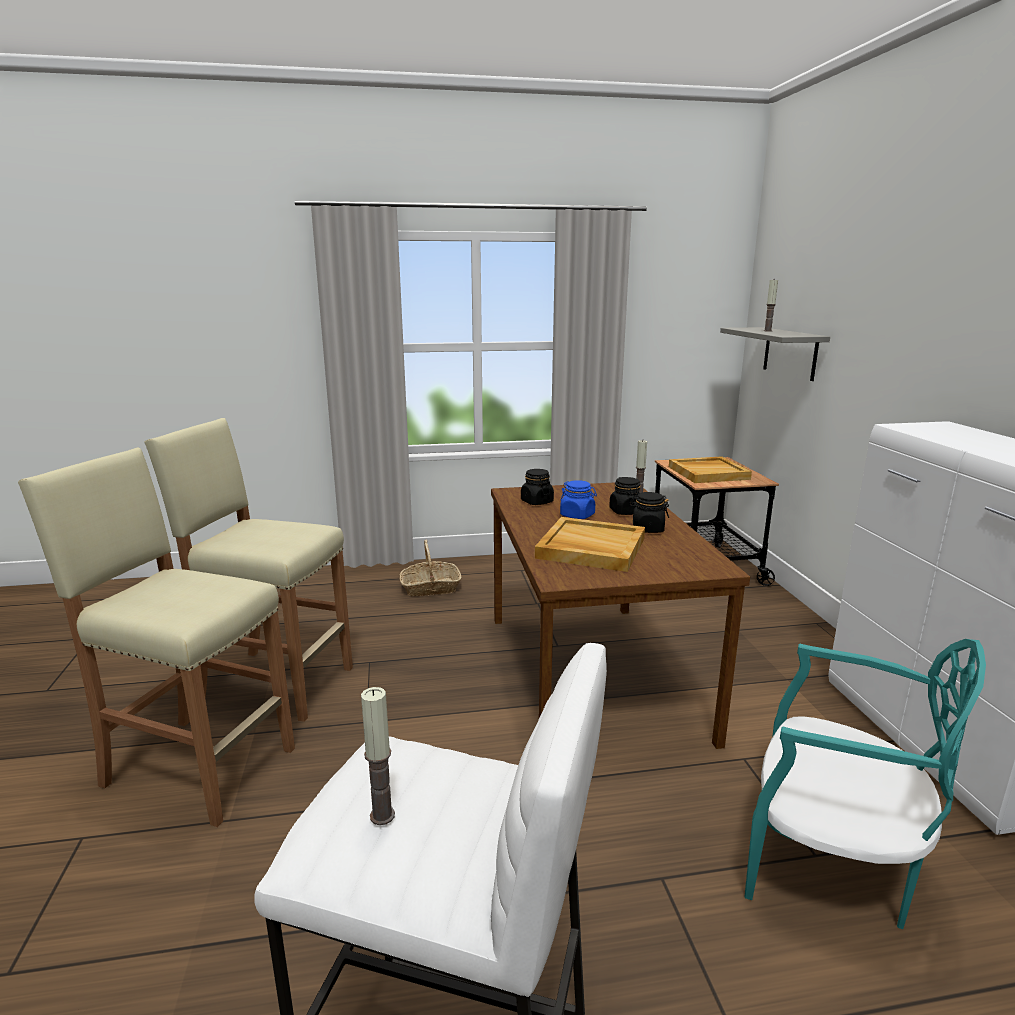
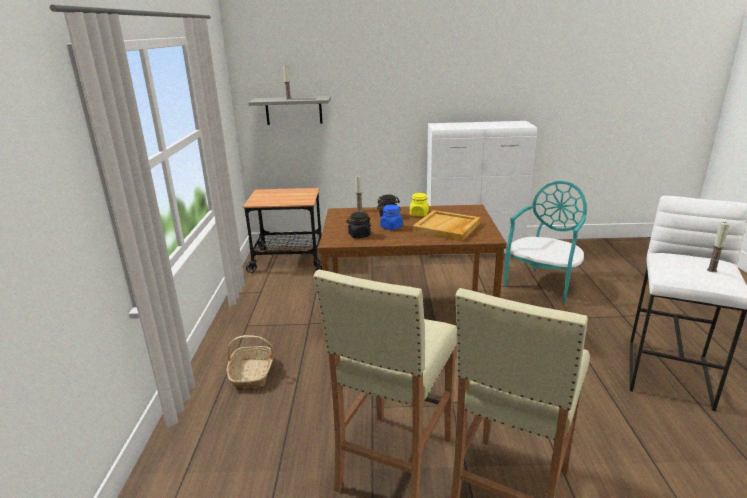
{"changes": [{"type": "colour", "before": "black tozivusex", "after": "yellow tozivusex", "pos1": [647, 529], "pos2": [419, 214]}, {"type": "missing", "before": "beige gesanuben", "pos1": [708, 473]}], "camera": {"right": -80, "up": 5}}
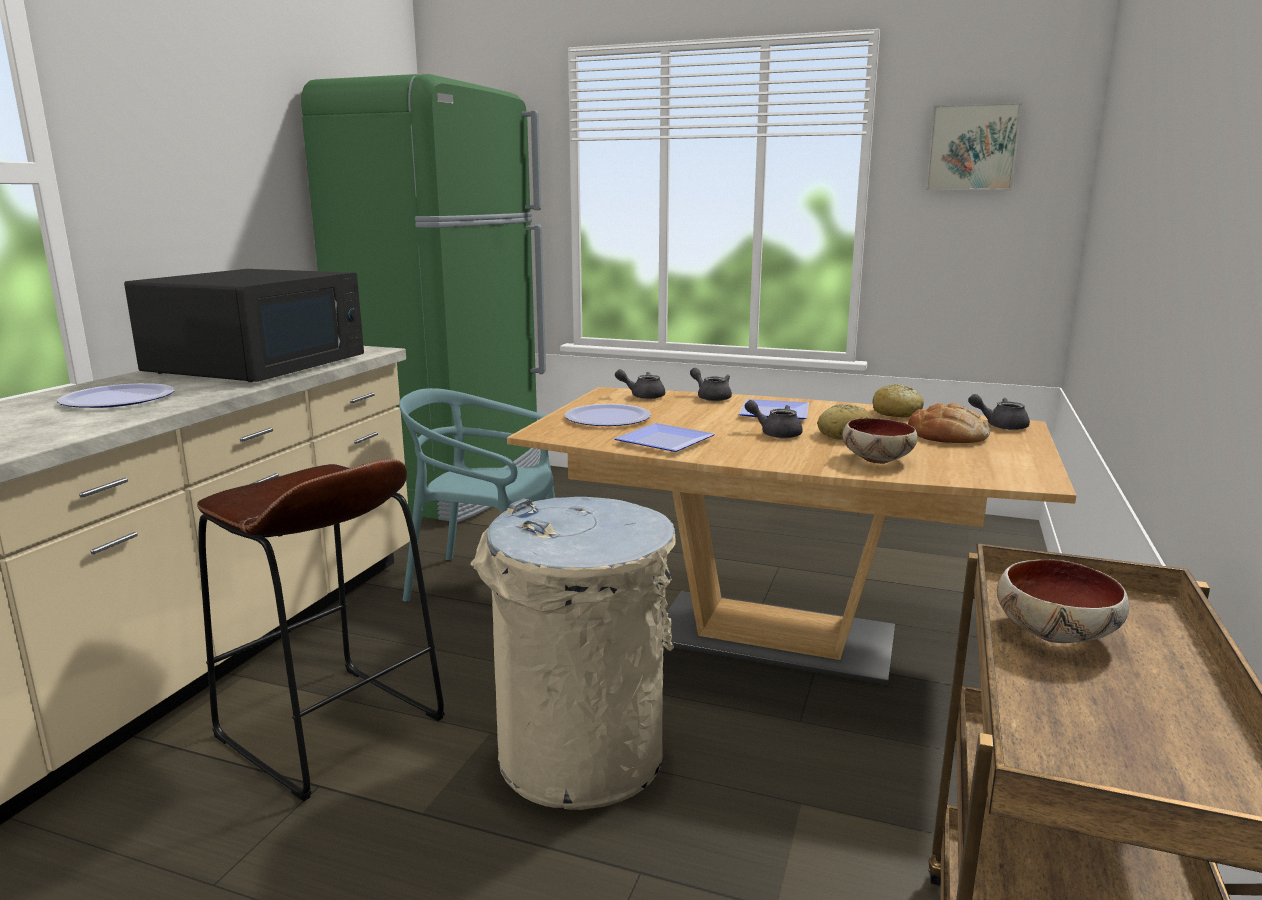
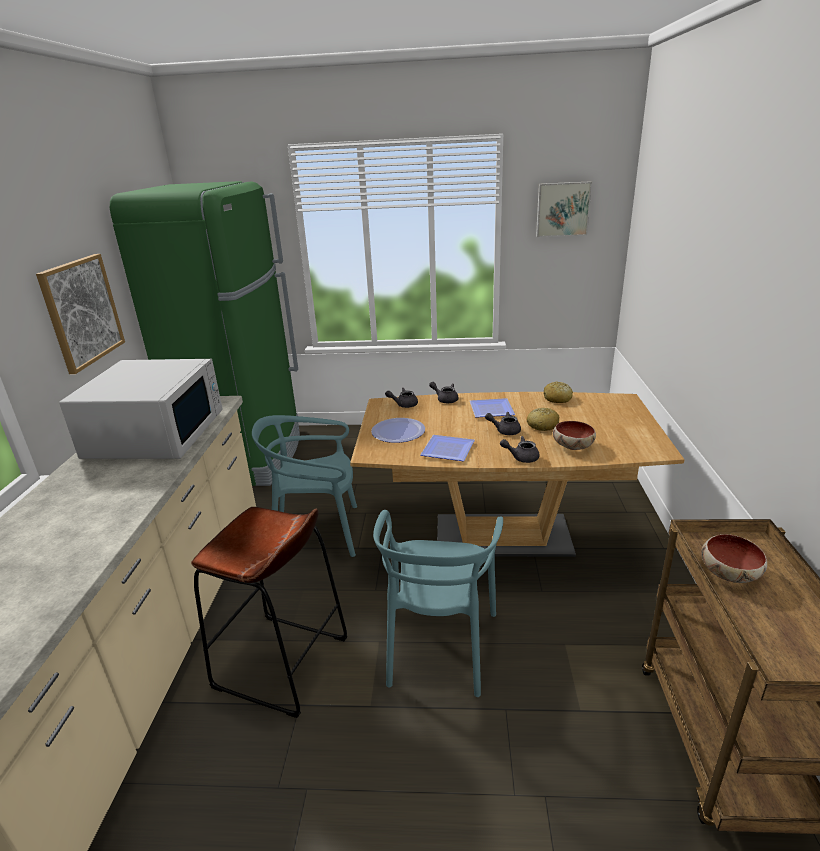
{"changes": [{"type": "appeared", "after": "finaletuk", "pos2": [82, 311]}, {"type": "colour", "before": "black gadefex", "after": "white gadefex", "pos1": [259, 365], "pos2": [157, 434]}, {"type": "exchanged", "before": "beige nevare", "after": "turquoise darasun", "pos1": [581, 758], "pos2": [439, 645]}, {"type": "relocated", "before": "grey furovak", "pos1": [1000, 426], "pos2": [521, 457]}, {"type": "missing", "before": "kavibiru", "pos1": [117, 399]}, {"type": "missing", "before": "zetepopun", "pos1": [948, 435]}], "camera": {"right": -15, "up": 10}}
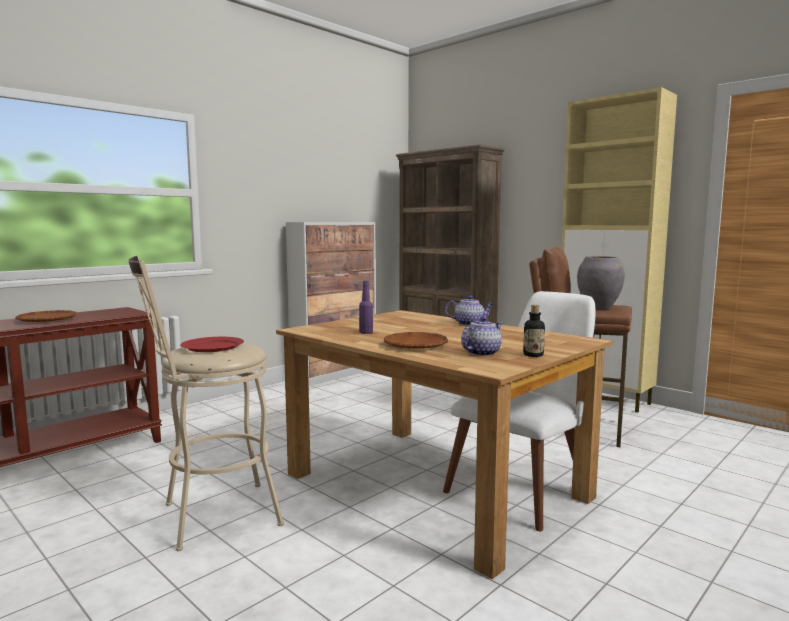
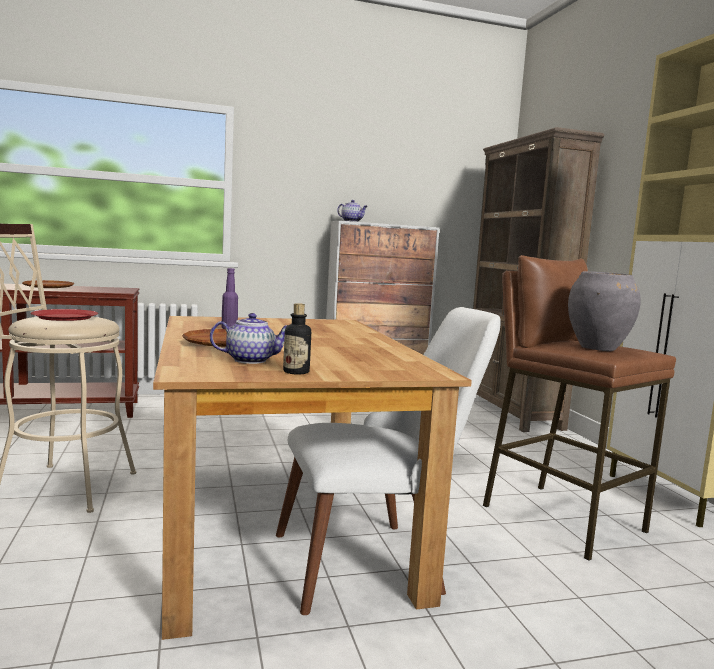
{"changes": [{"type": "relocated", "before": "furovak", "pos1": [469, 323], "pos2": [352, 221]}], "camera": {"right": 30, "up": 0}}
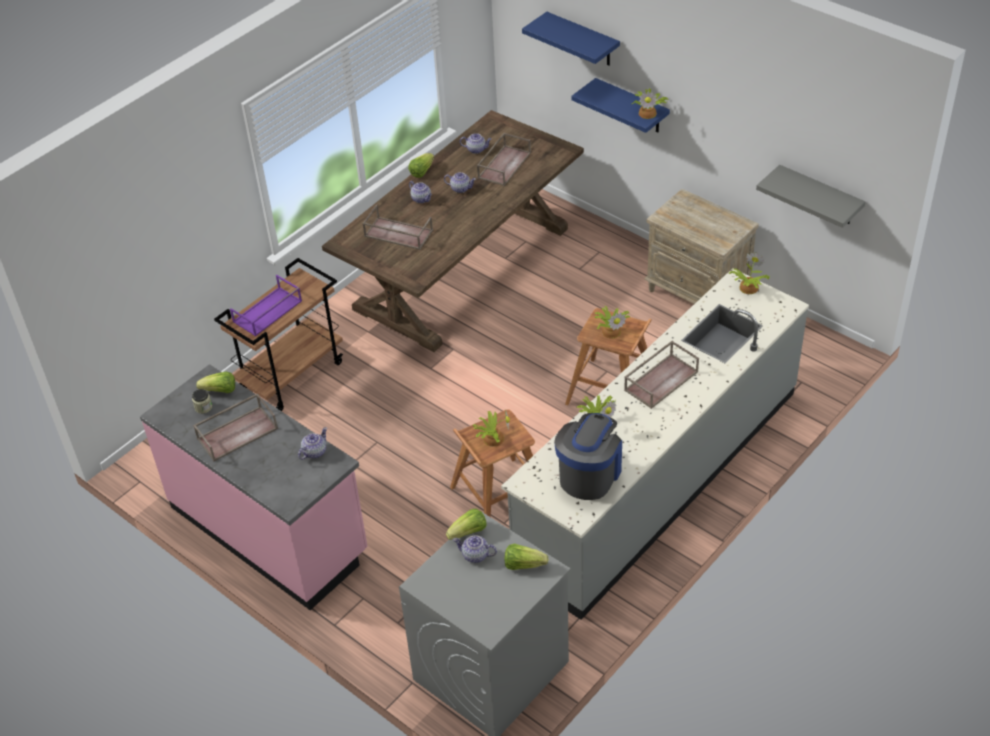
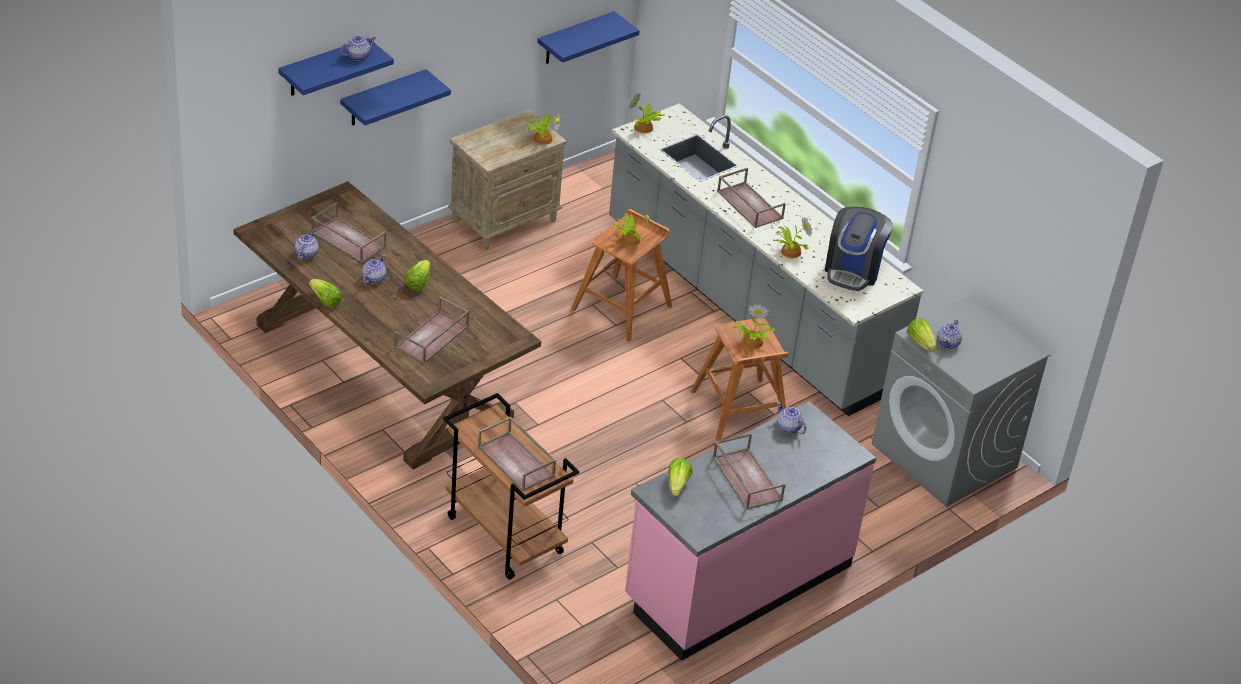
{"changes": [{"type": "relocated", "before": "furovak", "pos1": [421, 199], "pos2": [358, 56]}, {"type": "relocated", "before": "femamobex", "pos1": [523, 564], "pos2": [418, 283]}, {"type": "colour", "before": "purple gesanuben", "after": "brown gesanuben", "pos1": [267, 312], "pos2": [517, 461]}, {"type": "relocated", "before": "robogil", "pos1": [648, 112], "pos2": [542, 138]}, {"type": "colour", "before": "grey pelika", "after": "blue pelika", "pos1": [819, 196], "pos2": [575, 38]}, {"type": "spun", "before": "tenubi", "pos1": [589, 473], "pos2": [853, 270], "turn": -105}, {"type": "missing", "before": "tozivusex", "pos1": [203, 407]}], "camera": {"right": -85, "up": -5}}
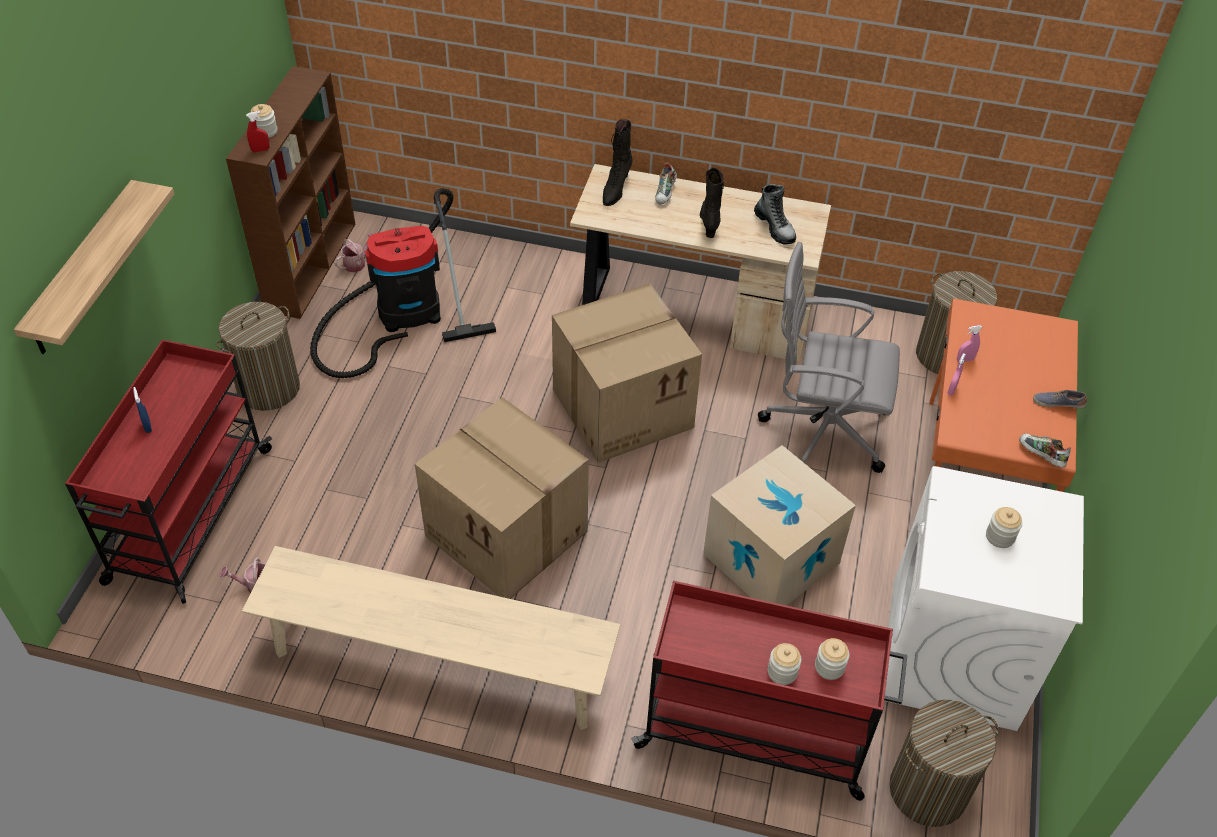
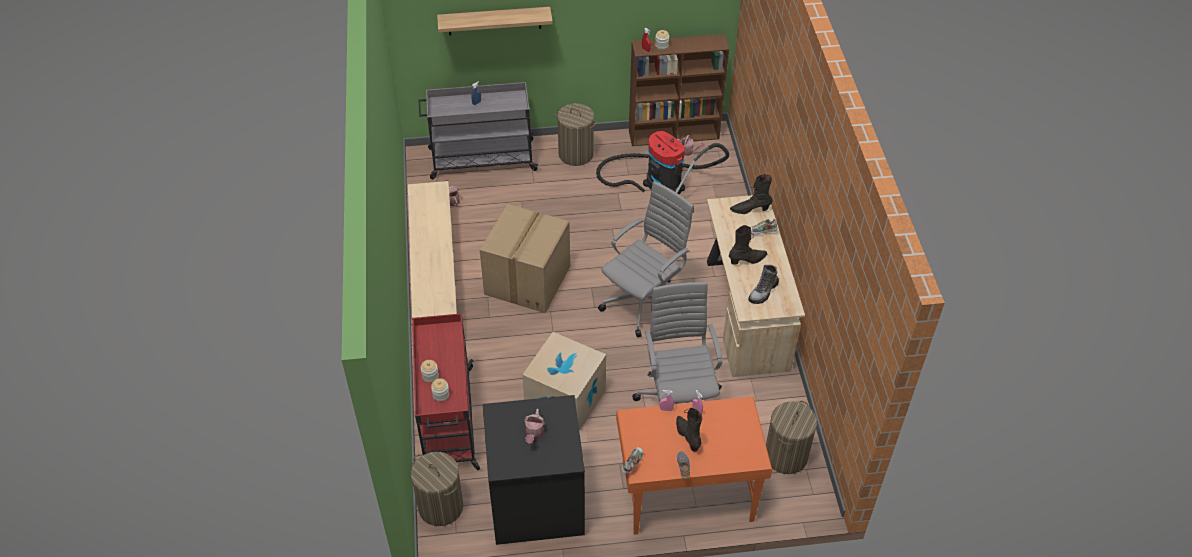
{"changes": [{"type": "colour", "before": "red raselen", "after": "grey raselen", "pos1": [189, 516], "pos2": [481, 160]}, {"type": "colour", "before": "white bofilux", "after": "black bofilux", "pos1": [953, 655], "pos2": [535, 503]}, {"type": "exchanged", "before": "tozivusex", "after": "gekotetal", "pos1": [1000, 536], "pos2": [534, 434]}, {"type": "exchanged", "before": "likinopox", "after": "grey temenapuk", "pos1": [623, 406], "pos2": [644, 301]}, {"type": "appeared", "after": "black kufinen", "pos2": [688, 436]}], "camera": {"right": 70, "up": 0}}
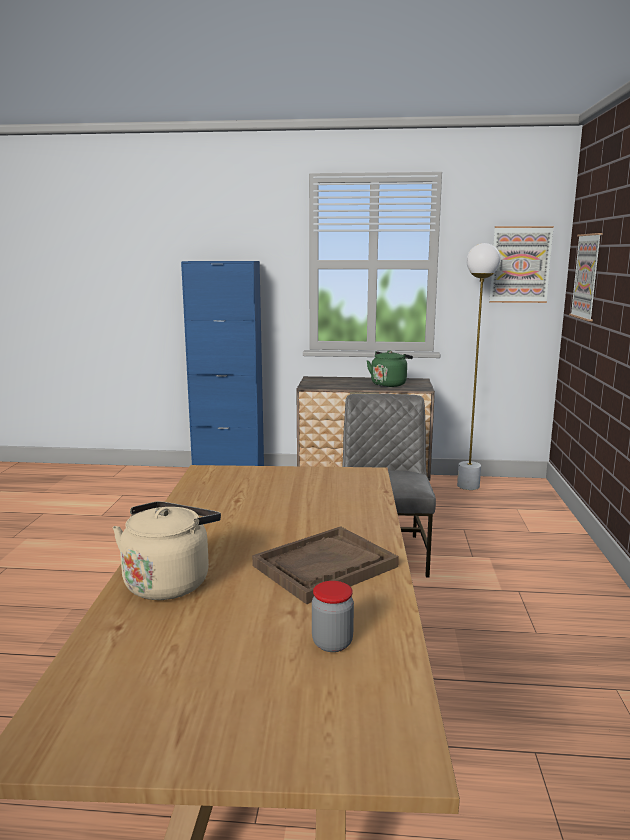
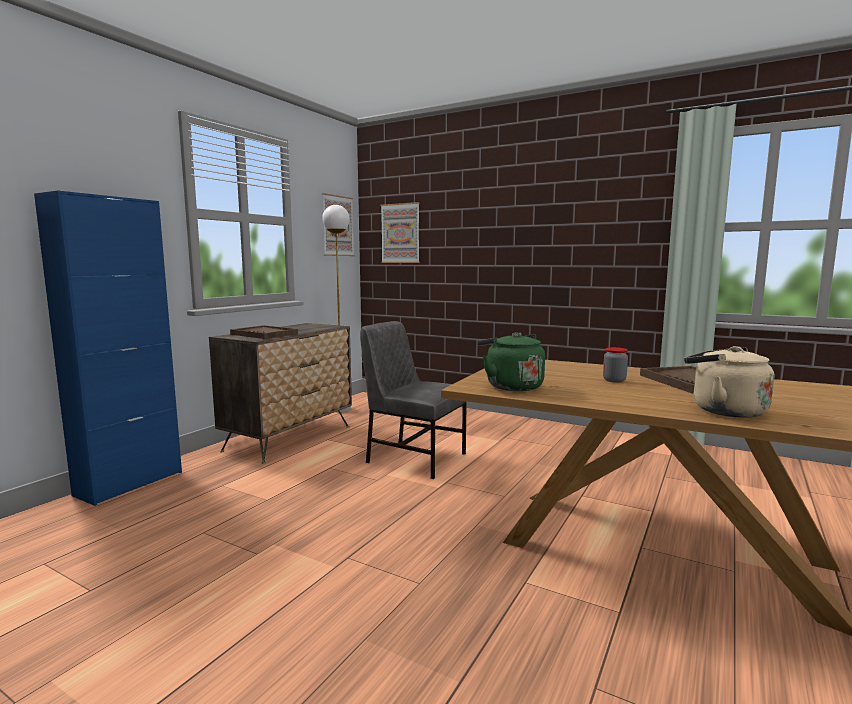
{"changes": [{"type": "appeared", "after": "brown gesanuben", "pos2": [264, 334]}, {"type": "relocated", "before": "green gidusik", "pos1": [389, 384], "pos2": [511, 386]}, {"type": "relocated", "before": "tozivusex", "pos1": [332, 643], "pos2": [614, 380]}], "camera": {"right": -65, "up": -5}}
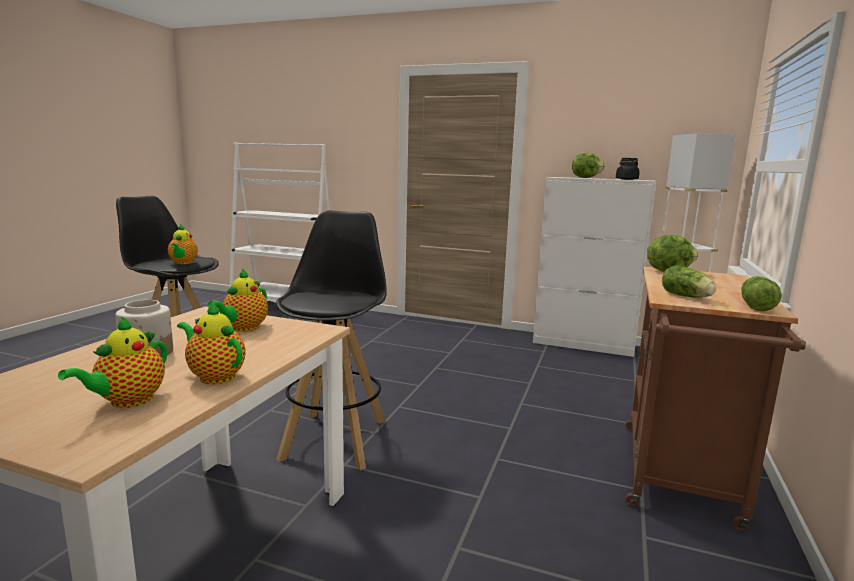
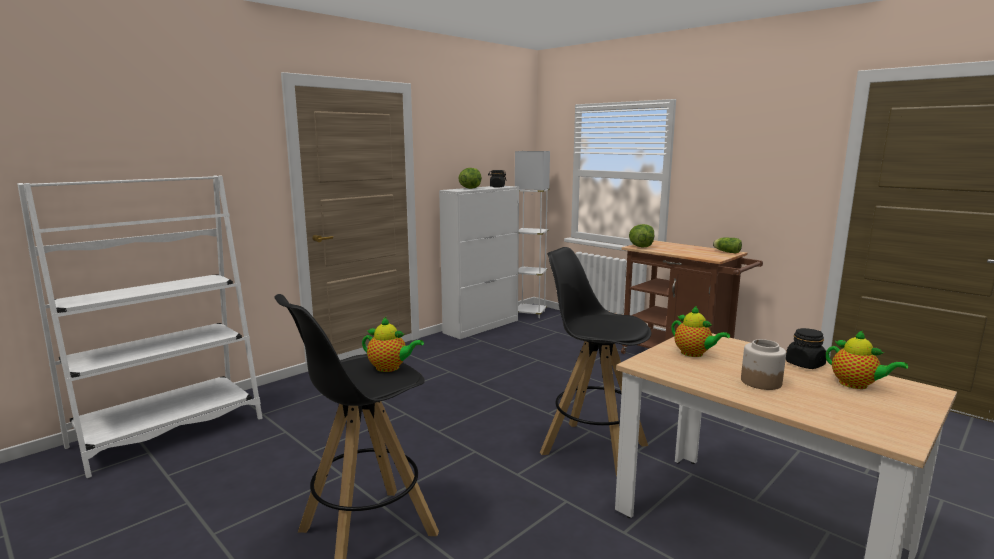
{"changes": [{"type": "exchanged", "before": "furovak", "after": "black tozivusex", "pos1": [214, 376], "pos2": [804, 364]}, {"type": "missing", "before": "femamobex", "pos1": [687, 297]}], "camera": {"right": -65, "up": 0}}
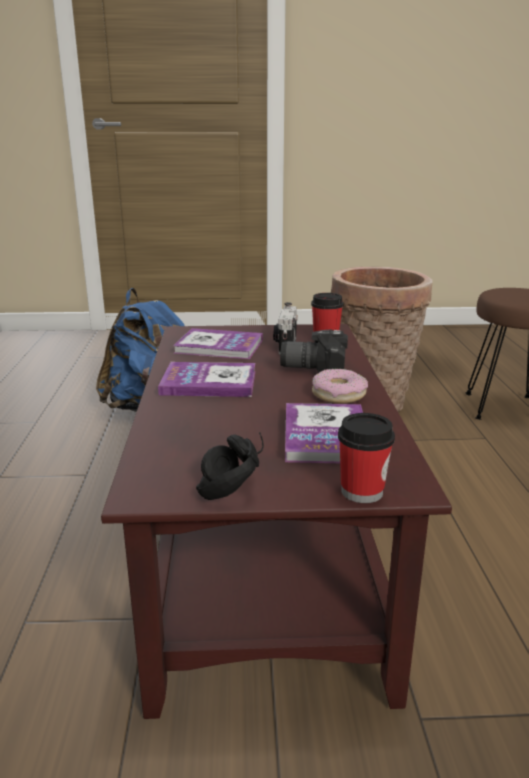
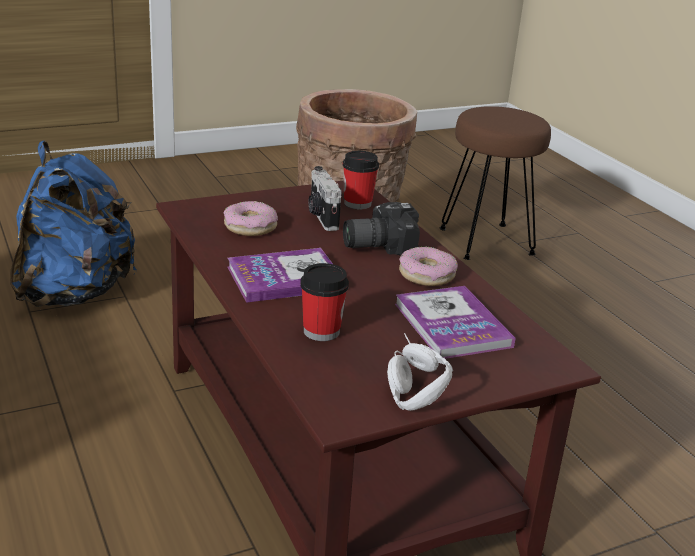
{"changes": [{"type": "exchanged", "before": "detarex", "after": "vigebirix", "pos1": [219, 346], "pos2": [250, 227]}, {"type": "relocated", "before": "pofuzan", "pos1": [362, 491], "pos2": [321, 331]}, {"type": "colour", "before": "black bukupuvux", "after": "white bukupuvux", "pos1": [232, 474], "pos2": [404, 381]}], "camera": {"right": -25, "up": 5}}
